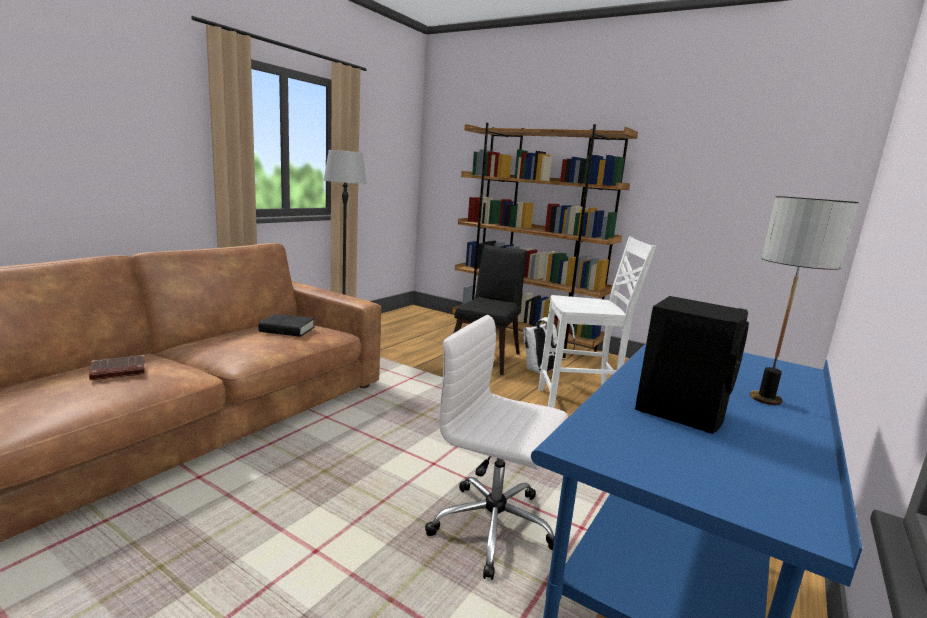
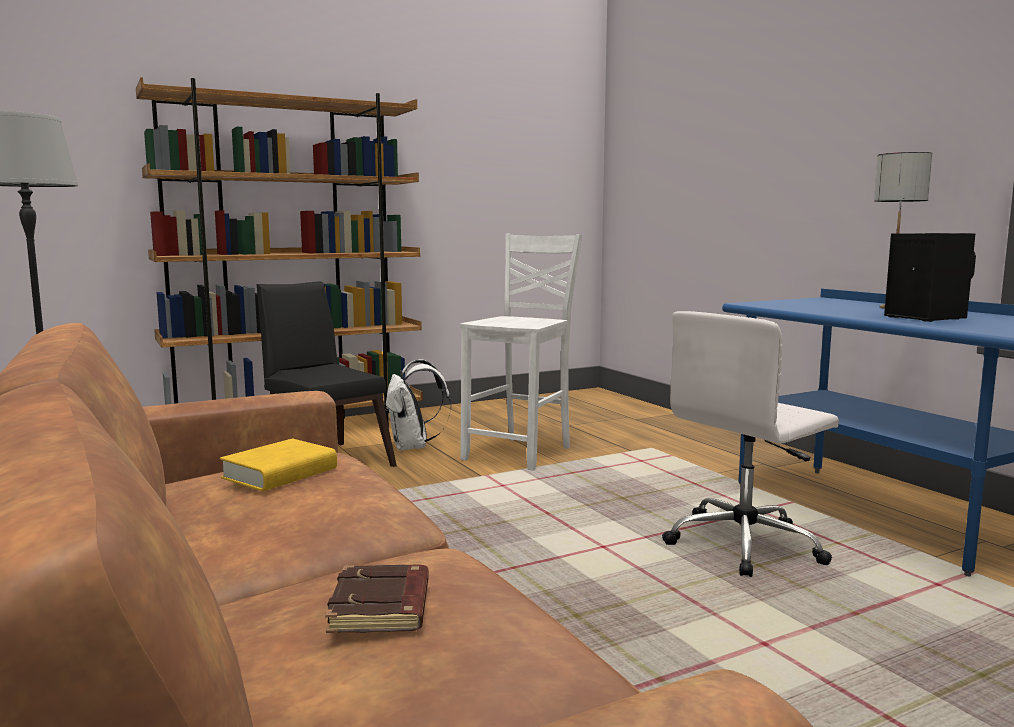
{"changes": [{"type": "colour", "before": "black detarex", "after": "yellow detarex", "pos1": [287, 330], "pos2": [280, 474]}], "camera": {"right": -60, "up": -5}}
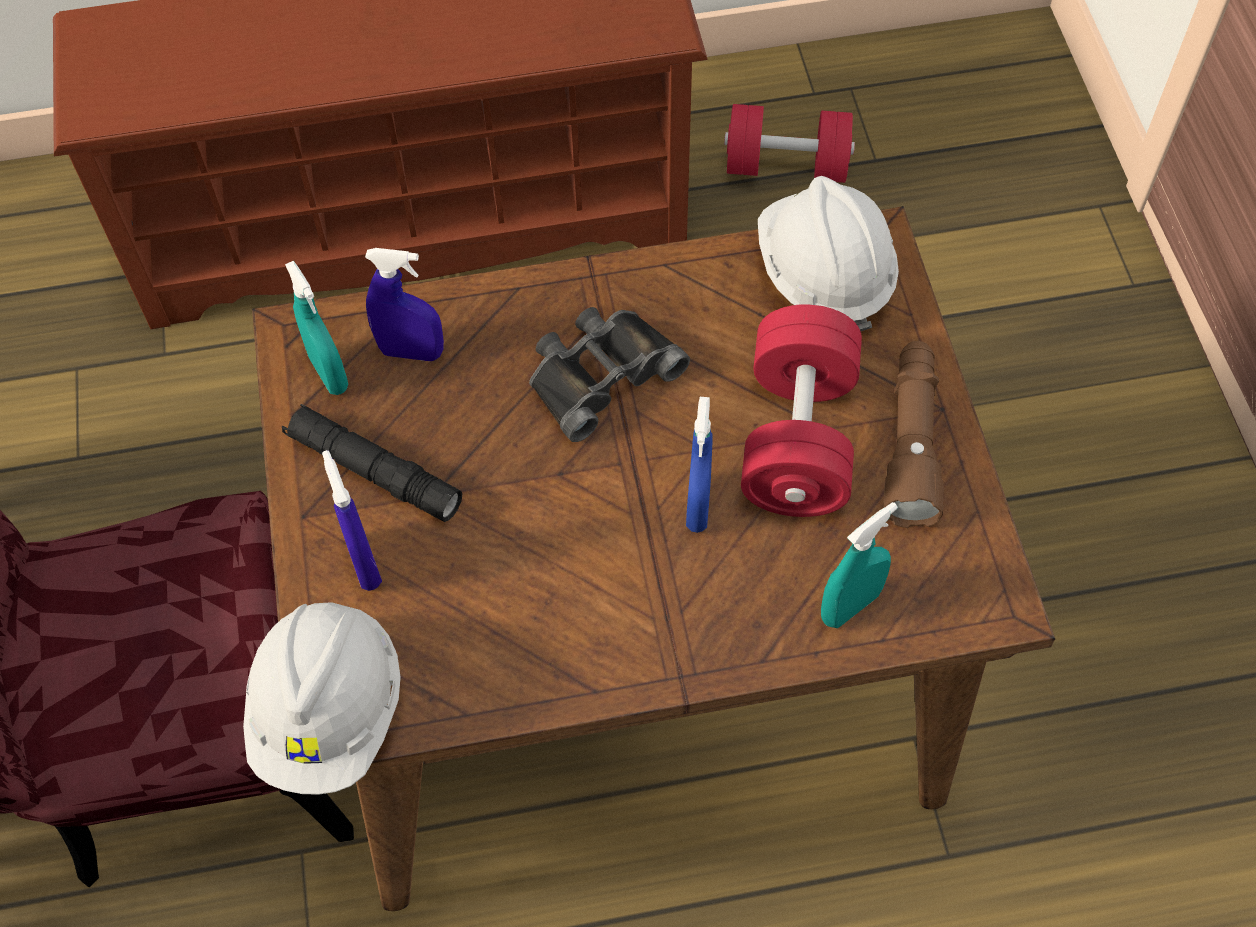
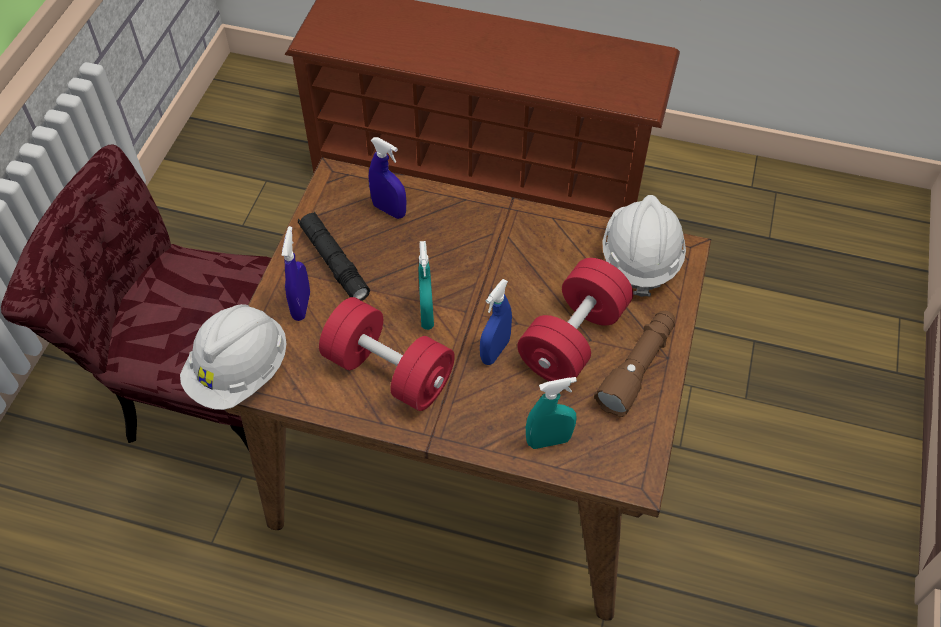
{"changes": [{"type": "relocated", "before": "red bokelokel", "pos1": [786, 166], "pos2": [389, 371]}, {"type": "relocated", "before": "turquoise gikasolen", "pos1": [329, 373], "pos2": [427, 315]}, {"type": "missing", "before": "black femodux", "pos1": [600, 374]}], "camera": {"right": 25, "up": -5}}
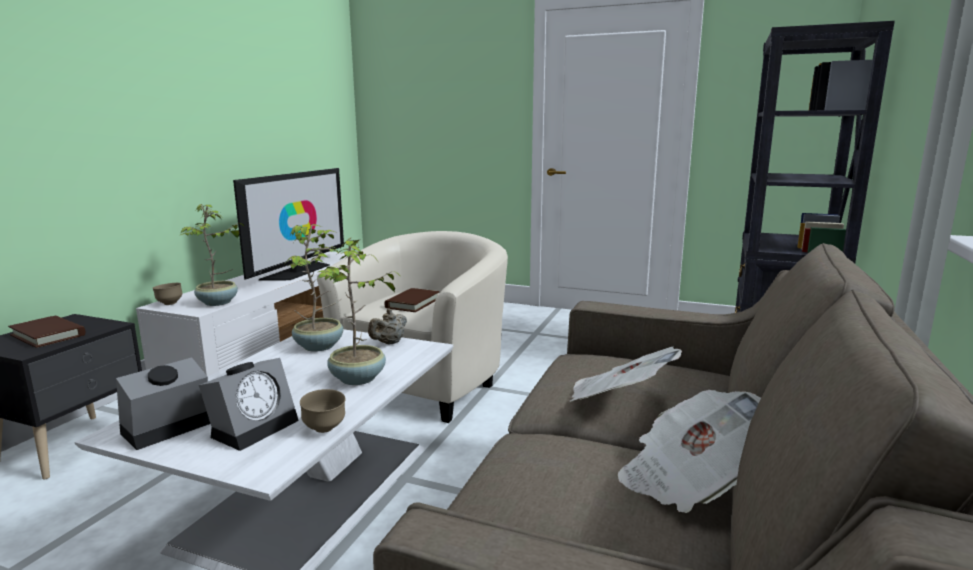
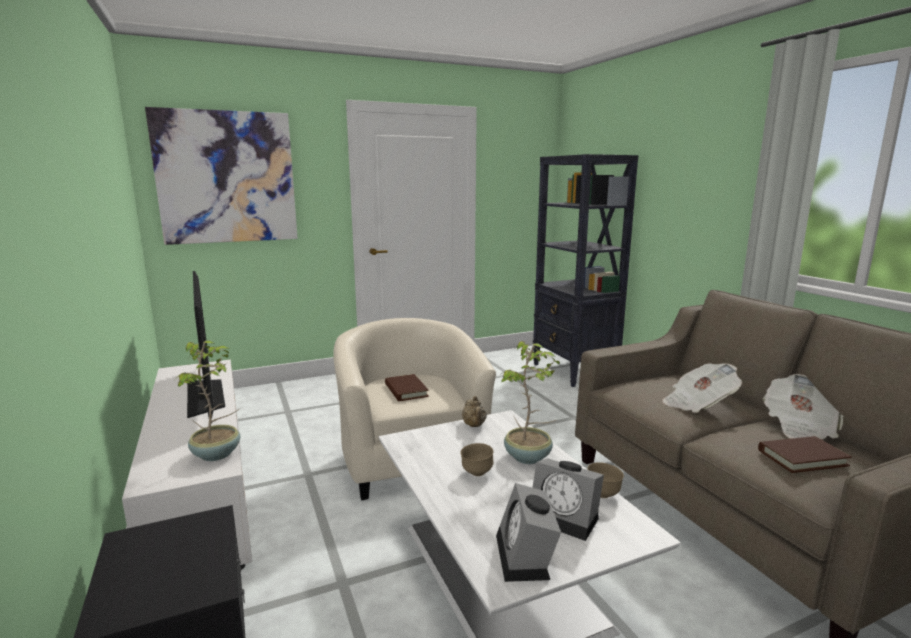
{"changes": [{"type": "appeared", "after": "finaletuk", "pos2": [227, 177]}, {"type": "relocated", "before": "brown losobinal", "pos1": [169, 304], "pos2": [476, 473]}, {"type": "spun", "before": "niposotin", "pos1": [255, 426], "pos2": [566, 518], "turn": 135}, {"type": "relocated", "before": "brown detarex", "pos1": [48, 335], "pos2": [802, 458]}, {"type": "missing", "before": "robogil", "pos1": [320, 346]}], "camera": {"right": -45, "up": 0}}
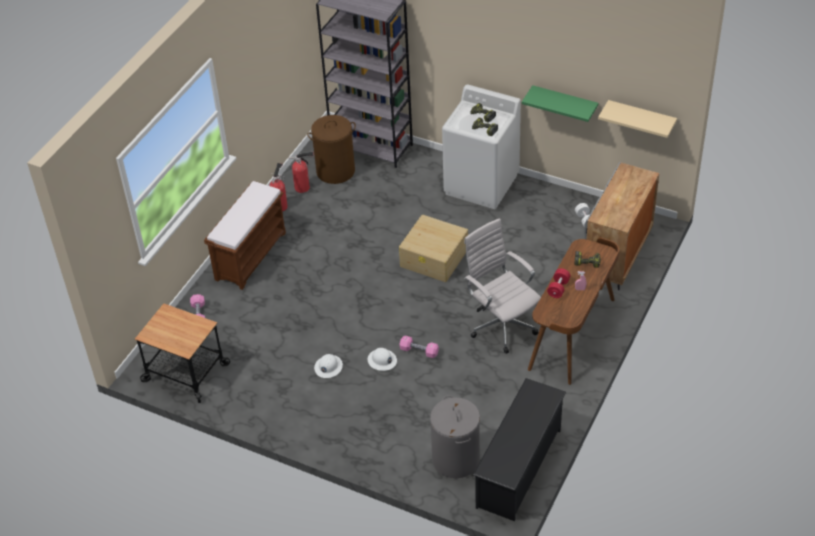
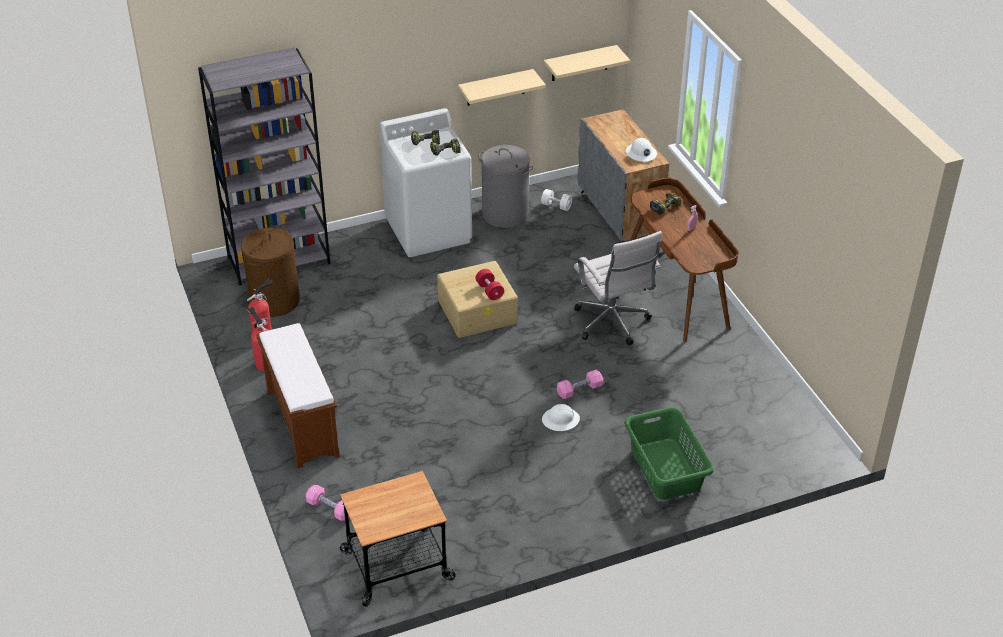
{"changes": [{"type": "colour", "before": "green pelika", "after": "beige pelika", "pos1": [564, 102], "pos2": [495, 87]}, {"type": "relocated", "before": "red bokelokel", "pos1": [558, 288], "pos2": [489, 291]}, {"type": "relocated", "before": "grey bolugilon", "pos1": [456, 459], "pos2": [505, 214]}, {"type": "spun", "before": "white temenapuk", "pos1": [501, 325], "pos2": [613, 324], "turn": -120}, {"type": "appeared", "after": "green bolugilon", "pos2": [666, 468]}, {"type": "relocated", "before": "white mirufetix", "pos1": [328, 367], "pos2": [641, 153]}, {"type": "missing", "before": "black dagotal", "pos1": [519, 468]}], "camera": {"right": -50, "up": -5}}
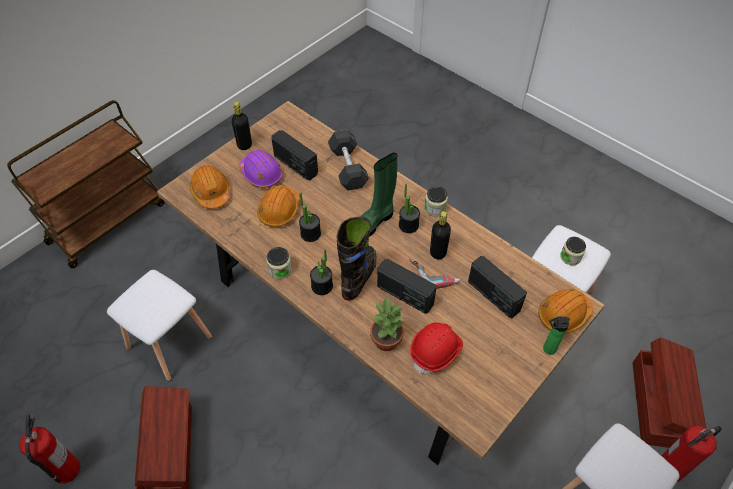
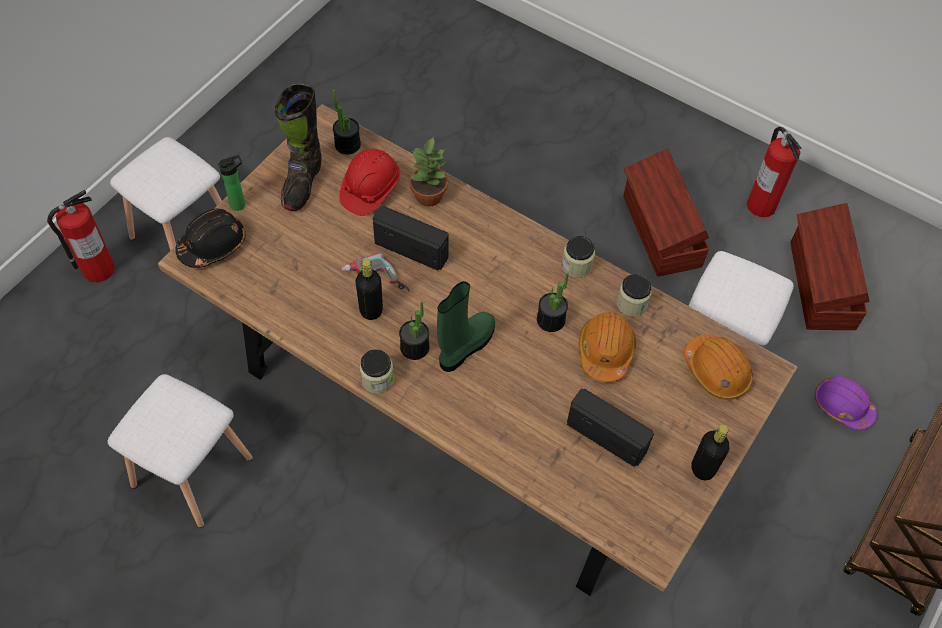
{"changes": [{"type": "colour", "before": "orange mirufetix", "after": "black mirufetix", "pos1": [563, 314], "pos2": [213, 245]}, {"type": "relocated", "before": "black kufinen", "pos1": [359, 277], "pos2": [302, 183]}, {"type": "relocated", "before": "robogil", "pos1": [322, 286], "pos2": [347, 144]}, {"type": "relocated", "before": "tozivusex", "pos1": [570, 257], "pos2": [631, 303]}, {"type": "relocated", "before": "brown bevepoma", "pos1": [658, 403], "pos2": [820, 286]}, {"type": "relocated", "before": "purple mirufetix", "pos1": [261, 174], "pos2": [842, 406]}, {"type": "missing", "before": "grey bokelokel", "pos1": [348, 168]}, {"type": "missing", "before": "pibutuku", "pos1": [493, 296]}], "camera": {"right": 170, "up": 5}}
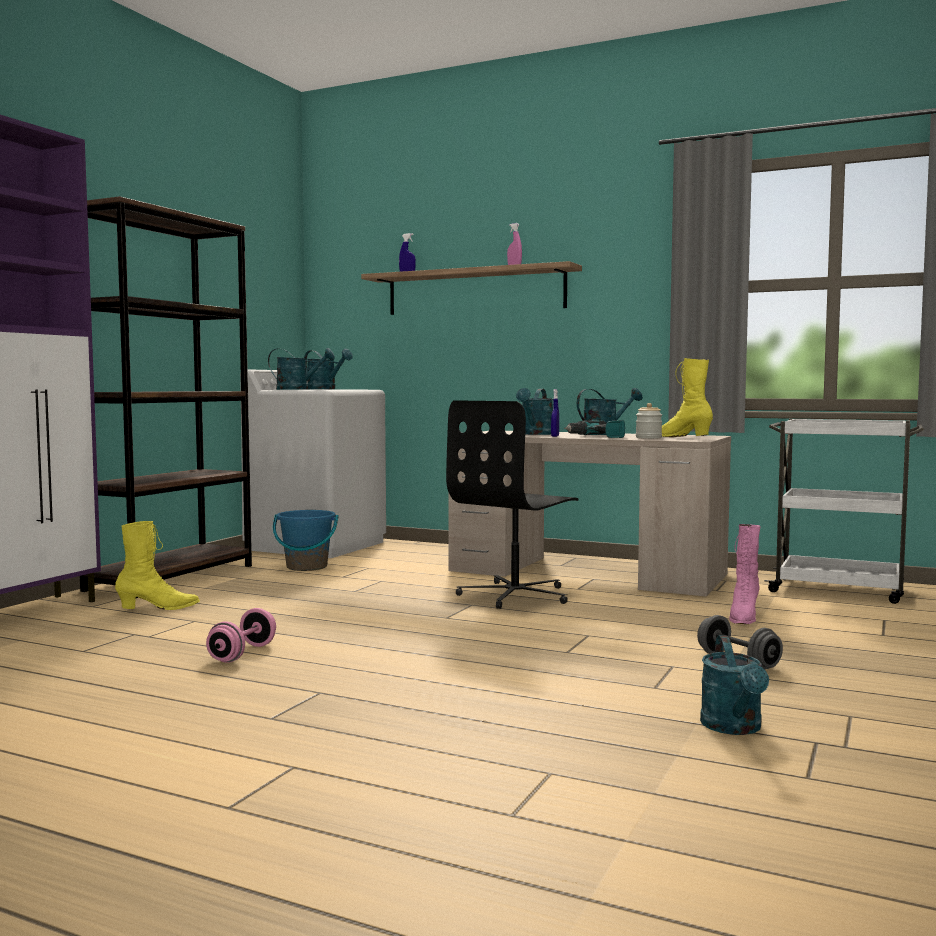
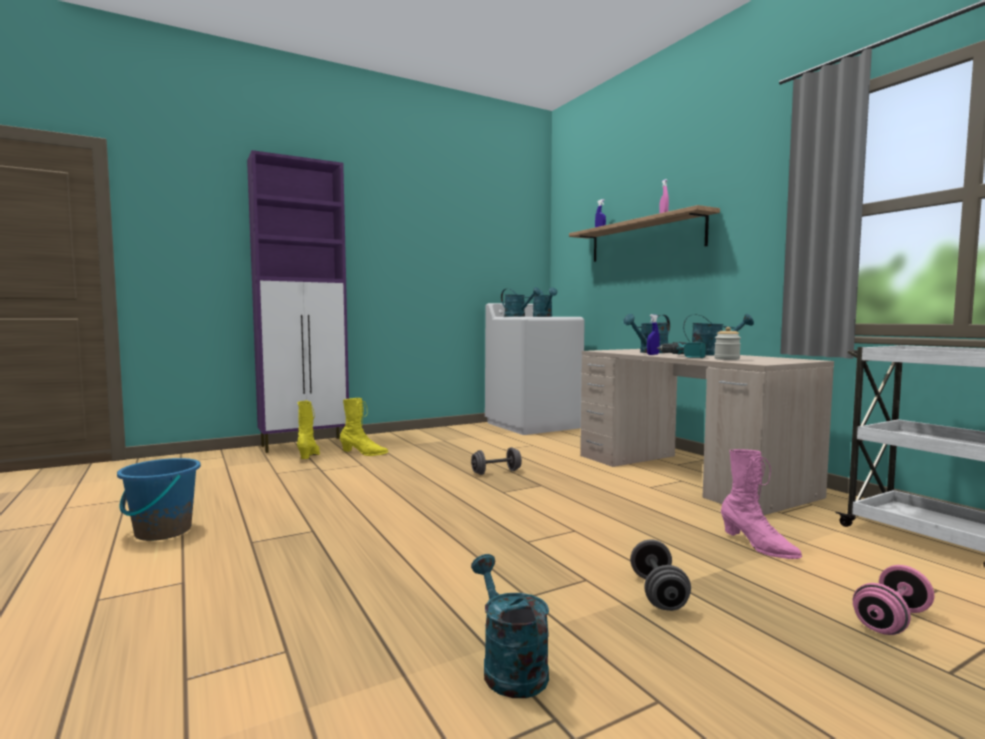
{"changes": [{"type": "relocated", "before": "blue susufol", "pos1": [306, 567], "pos2": [162, 531]}, {"type": "relocated", "before": "yellow kufinen", "pos1": [681, 437], "pos2": [309, 456]}, {"type": "appeared", "after": "grey bokelokel", "pos2": [496, 472]}, {"type": "spun", "before": "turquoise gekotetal", "pos1": [734, 728], "pos2": [509, 667], "turn": 120}, {"type": "spun", "before": "pink kufinen", "pos1": [743, 617], "pos2": [758, 546], "turn": -90}, {"type": "relocated", "before": "pink bokelokel", "pos1": [242, 653], "pos2": [892, 620]}, {"type": "missing", "before": "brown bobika", "pos1": [172, 577]}, {"type": "missing", "before": "black temenapuk", "pos1": [516, 595]}], "camera": {"right": 35, "up": 0}}
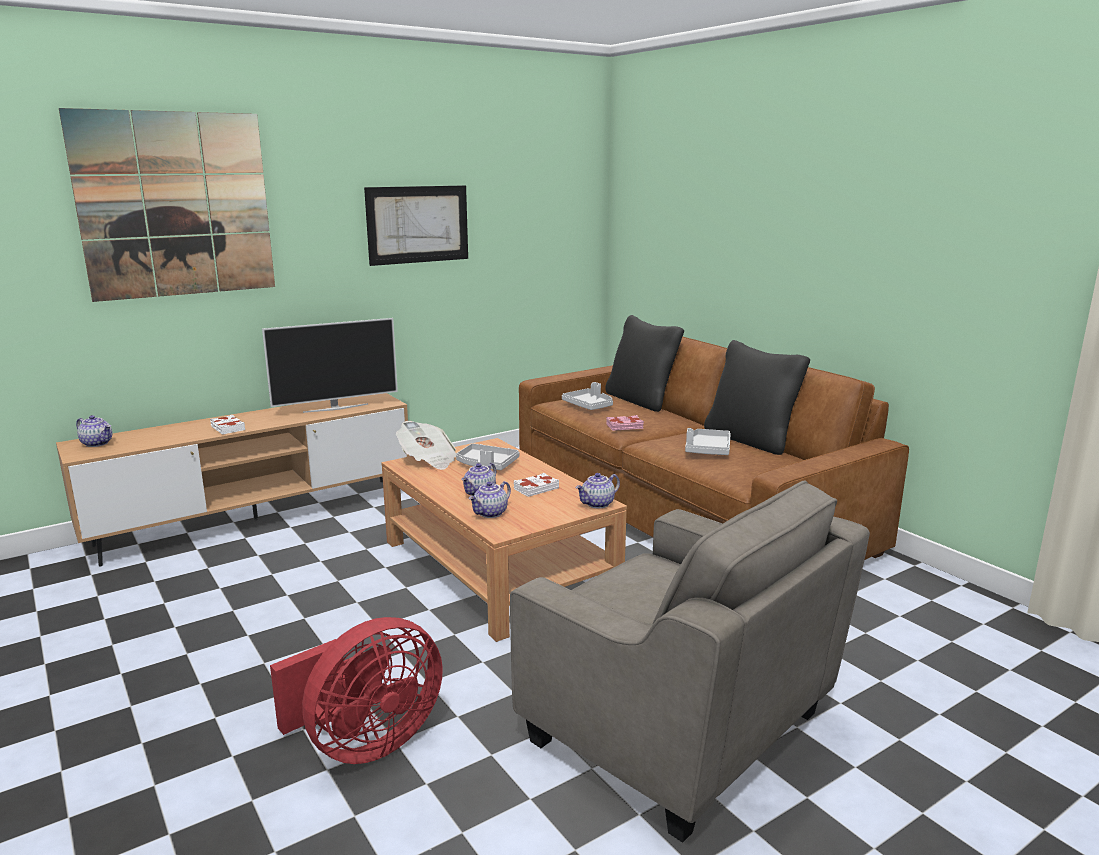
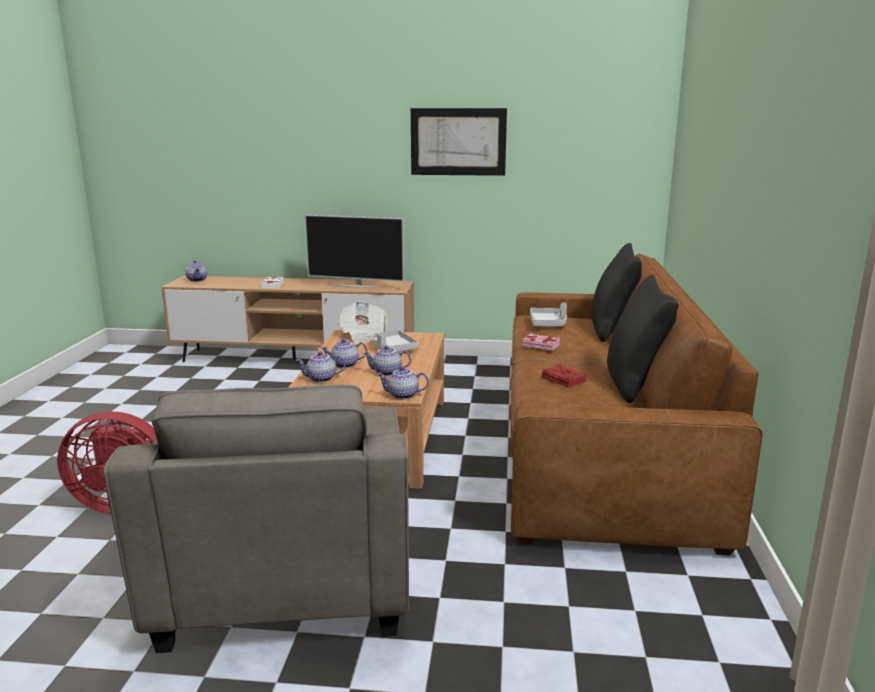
{"changes": [{"type": "exchanged", "before": "white detarex", "after": "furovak", "pos1": [535, 488], "pos2": [387, 372]}, {"type": "exchanged", "before": "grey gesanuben", "after": "red detarex", "pos1": [707, 450], "pos2": [563, 380]}, {"type": "missing", "before": "finaletuk", "pos1": [176, 205]}], "camera": {"right": 40, "up": 0}}
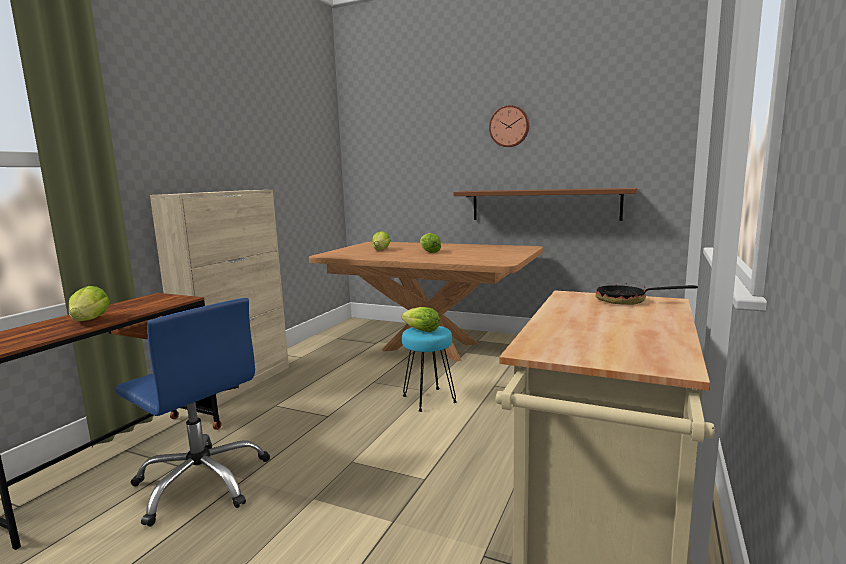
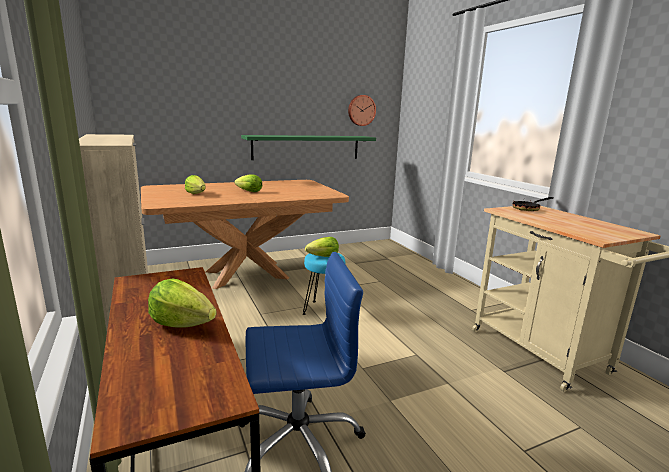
{"changes": [{"type": "colour", "before": "brown pelika", "after": "green pelika", "pos1": [544, 204], "pos2": [307, 147]}, {"type": "relocated", "before": "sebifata", "pos1": [509, 126], "pos2": [361, 110]}], "camera": {"right": -50, "up": 5}}
